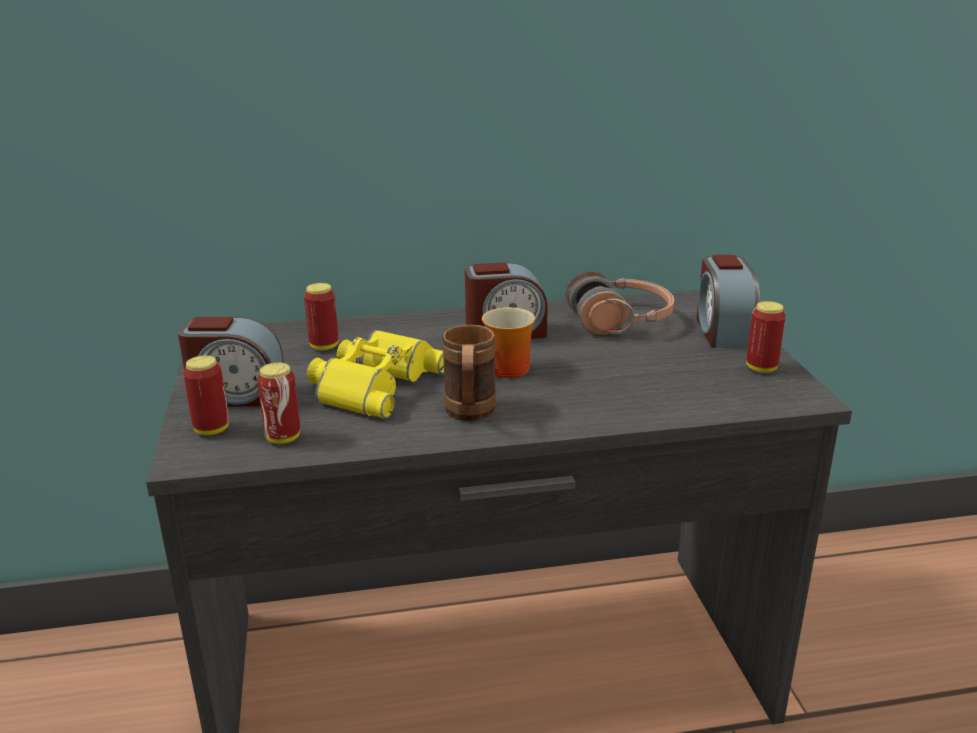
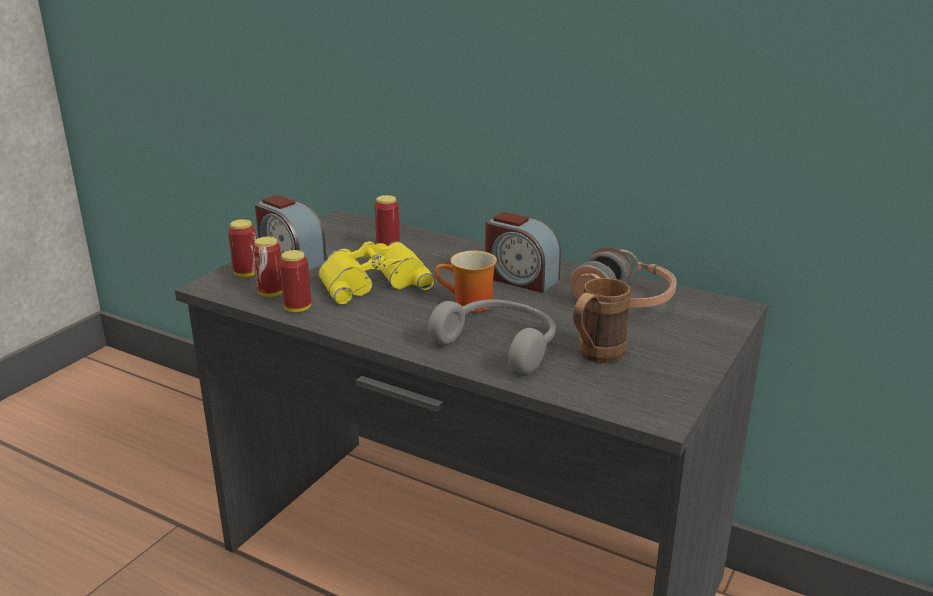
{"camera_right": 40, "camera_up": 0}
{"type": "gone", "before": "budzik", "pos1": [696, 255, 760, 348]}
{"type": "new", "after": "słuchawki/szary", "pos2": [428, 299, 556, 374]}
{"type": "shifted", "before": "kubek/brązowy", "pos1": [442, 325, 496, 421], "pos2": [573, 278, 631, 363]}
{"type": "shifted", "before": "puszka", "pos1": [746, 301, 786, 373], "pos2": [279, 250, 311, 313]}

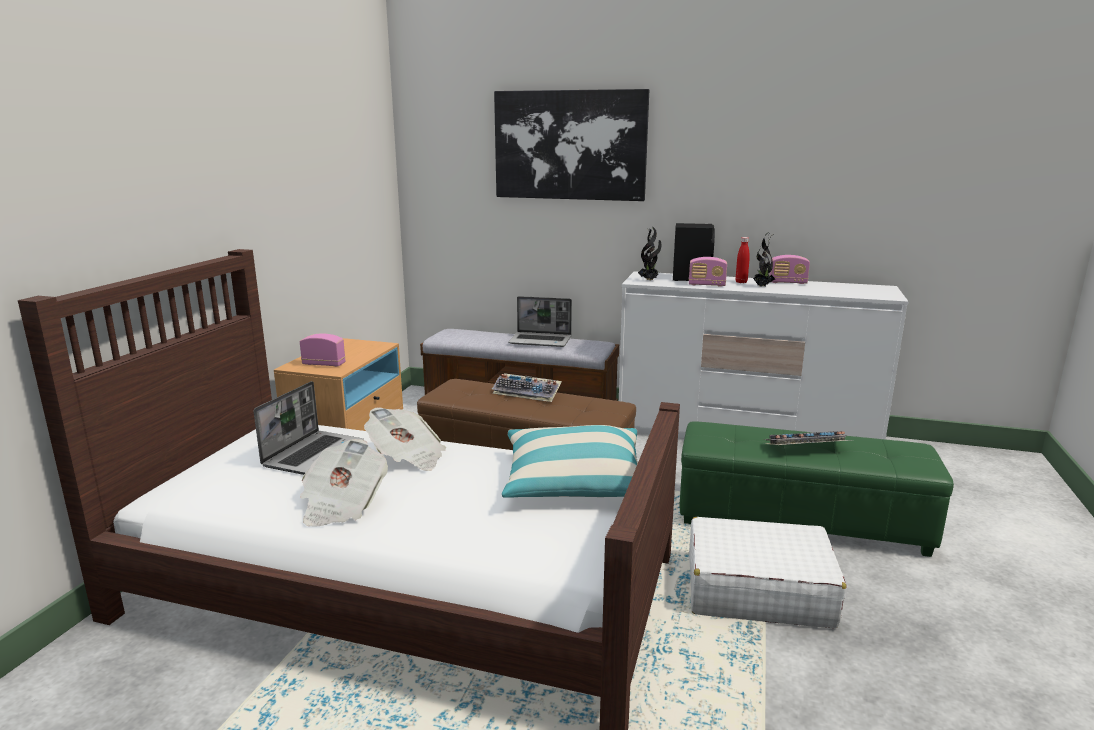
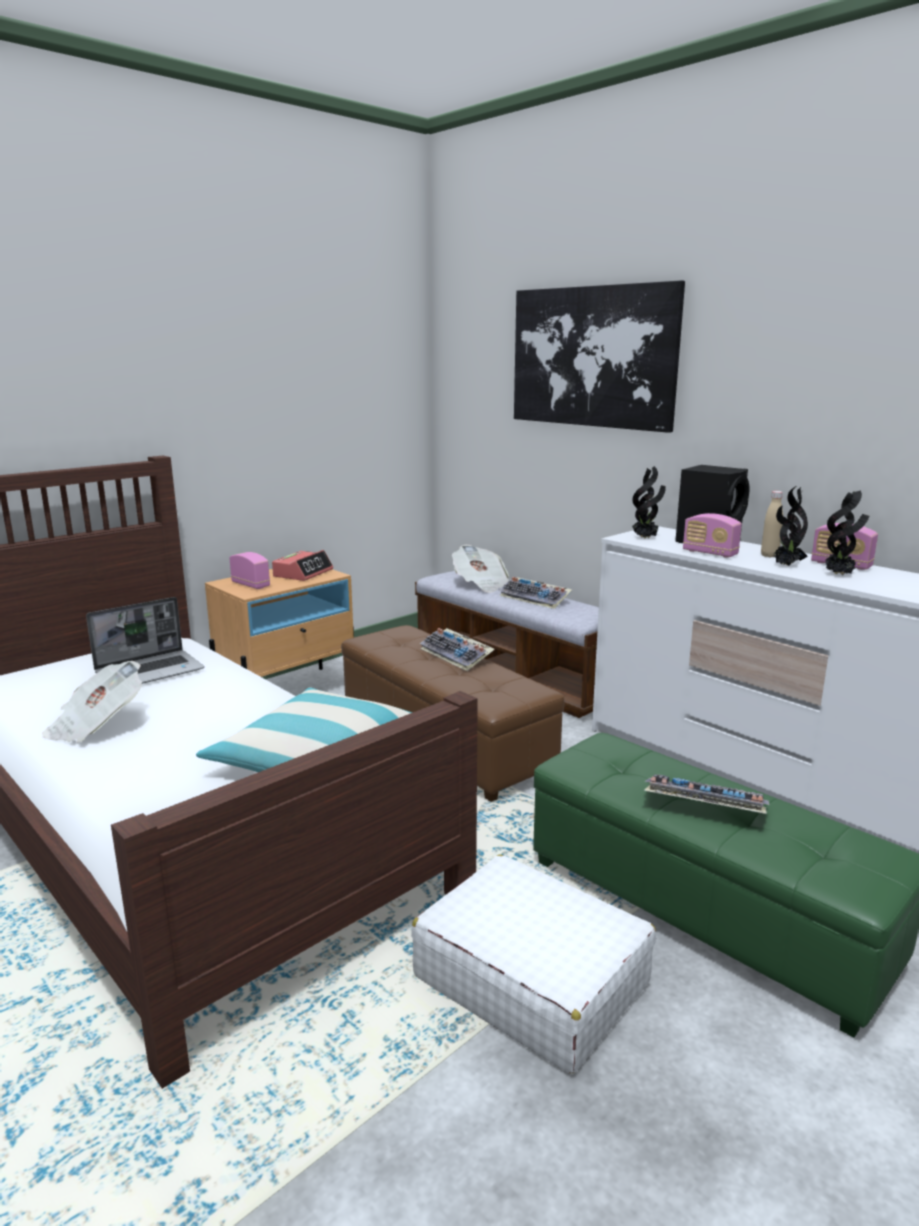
{"camera_right": 30, "camera_up": 0}
{"type": "new", "after": "budzik", "pos2": [272, 550, 333, 581]}
{"type": "new", "after": "roślina doniczkowa", "pos2": [825, 490, 869, 576]}
{"type": "shifted", "before": "gazeta", "pos1": [364, 407, 446, 471], "pos2": [452, 545, 509, 593]}
{"type": "swapped", "before": "laptop", "after": "klawiatura", "pos1": [508, 296, 572, 347], "pos2": [499, 577, 572, 609]}
{"type": "repainted", "before": "butelka/czerwony", "after": "butelka/beżowy", "pos1": [735, 237, 750, 283], "pos2": [761, 491, 783, 557]}

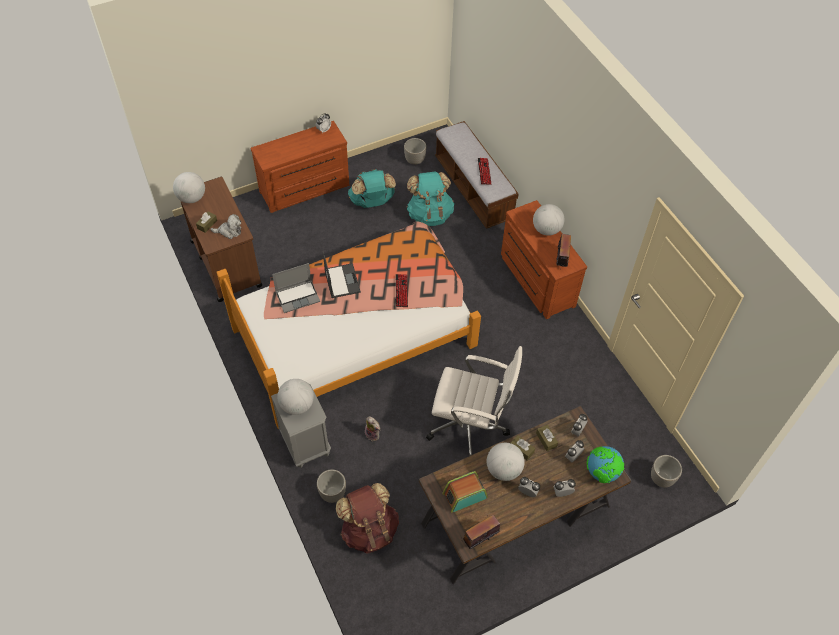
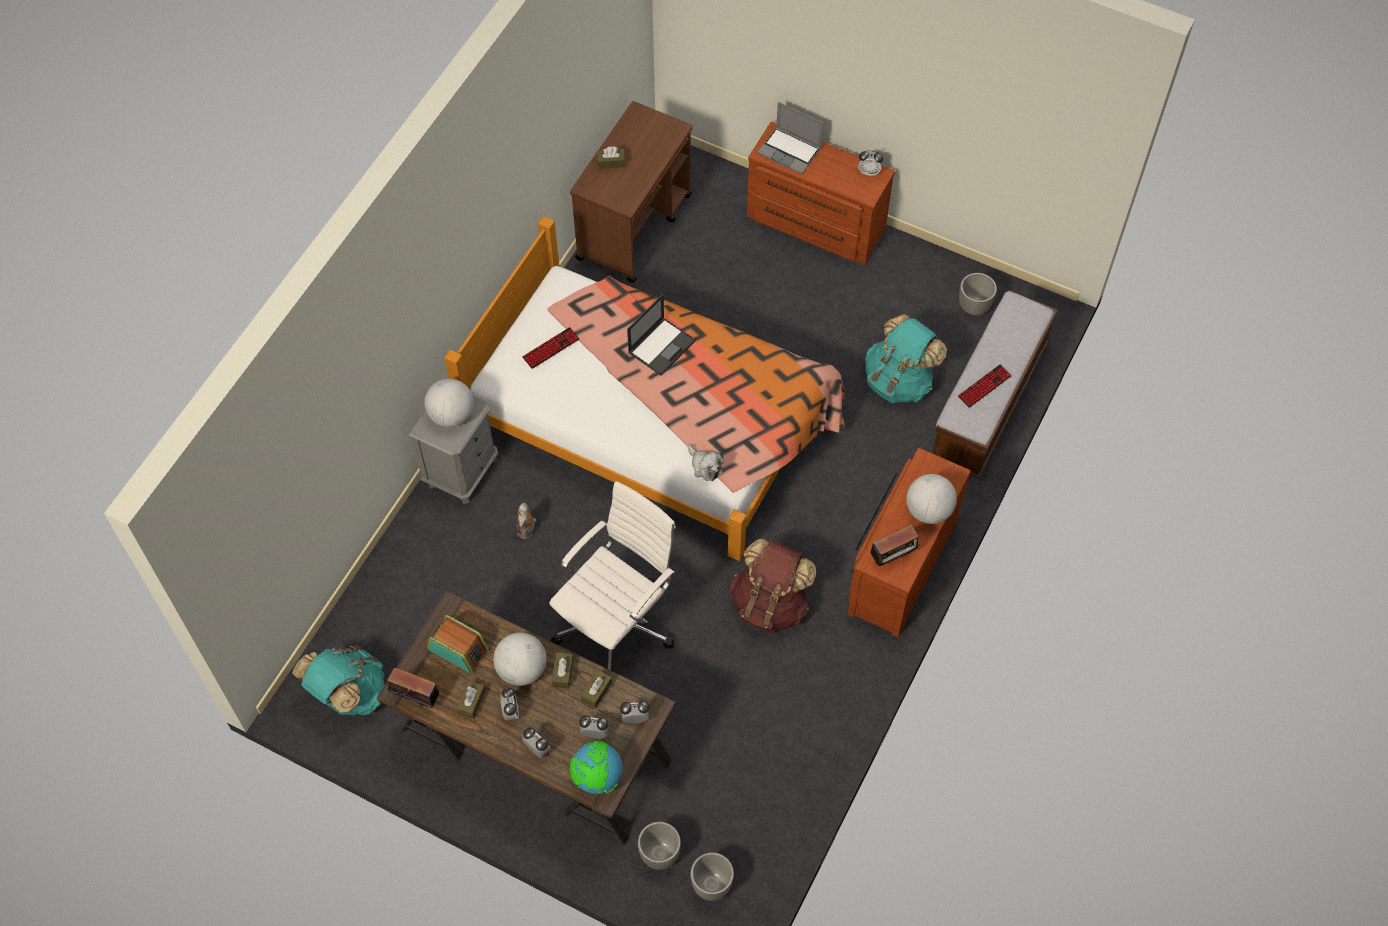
{"camera_right": 55, "camera_up": 5}
{"type": "gone", "before": "globus", "pos1": [173, 172, 205, 203]}
{"type": "new", "after": "pudełko chusteczek/brązowy", "pos2": [456, 681, 485, 719]}
{"type": "shifted", "before": "pluszak", "pos1": [210, 214, 241, 239], "pos2": [688, 444, 724, 481]}
{"type": "shifted", "before": "laptop", "pos1": [272, 263, 320, 313], "pos2": [757, 102, 823, 174]}
{"type": "shifted", "before": "donica", "pos1": [317, 469, 346, 503], "pos2": [638, 822, 681, 870]}
{"type": "shifted", "before": "plecak/brązowy", "pos1": [336, 483, 399, 554], "pos2": [730, 539, 816, 633]}
{"type": "shifted", "before": "plecak/turkusowy", "pos1": [348, 169, 396, 208], "pos2": [292, 645, 385, 715]}
{"type": "shifted", "before": "klawiatura", "pos1": [396, 274, 408, 307], "pos2": [522, 327, 579, 369]}
{"type": "rotated", "before": "krzesło biurowe/biały", "pos1": [426, 346, 522, 456], "pos2": [549, 481, 676, 670], "turn": -120}

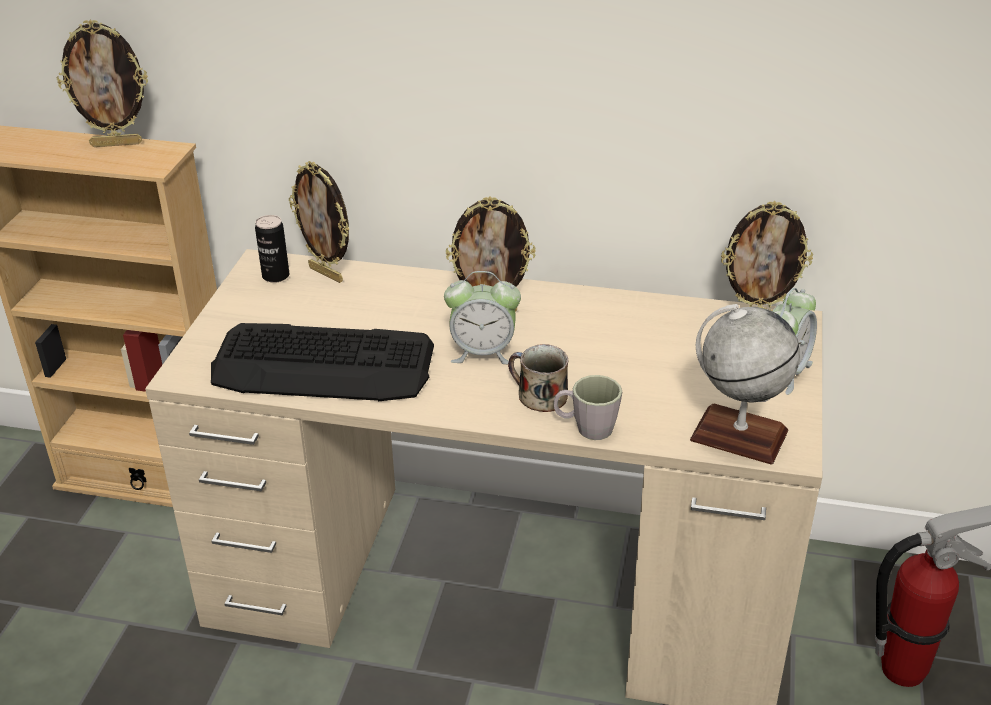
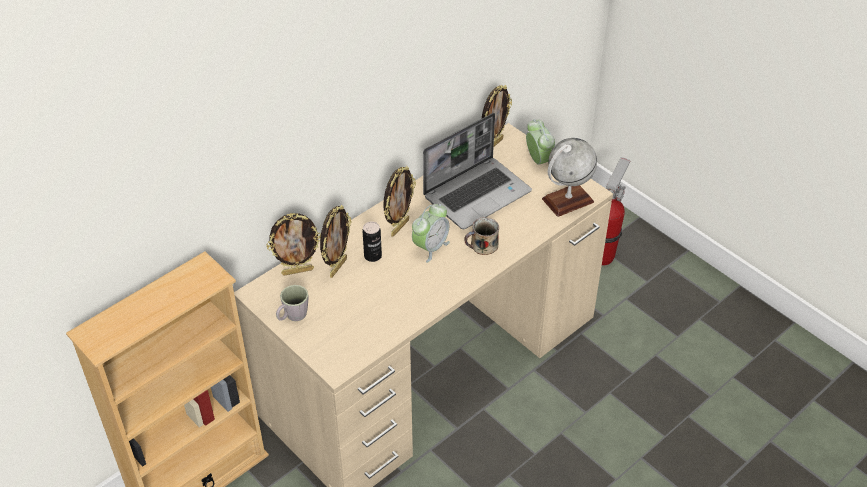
{"camera_right": -55, "camera_up": 10}
{"type": "gone", "before": "klawiatura", "pos1": [211, 323, 434, 401]}
{"type": "new", "after": "laptop", "pos2": [423, 113, 532, 229]}
{"type": "shifted", "before": "ramka na zdjęcie", "pos1": [57, 19, 148, 147], "pos2": [320, 205, 352, 278]}
{"type": "shifted", "before": "puszka", "pos1": [255, 215, 290, 283], "pos2": [362, 221, 382, 262]}
{"type": "shifted", "before": "kubek/szary", "pos1": [553, 375, 622, 440], "pos2": [276, 285, 308, 321]}

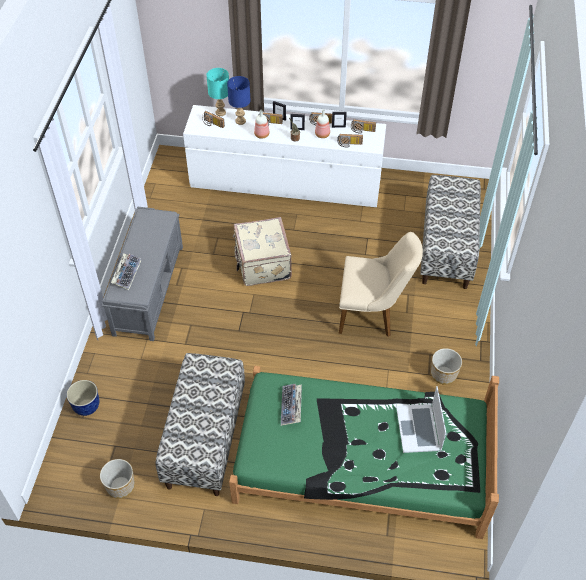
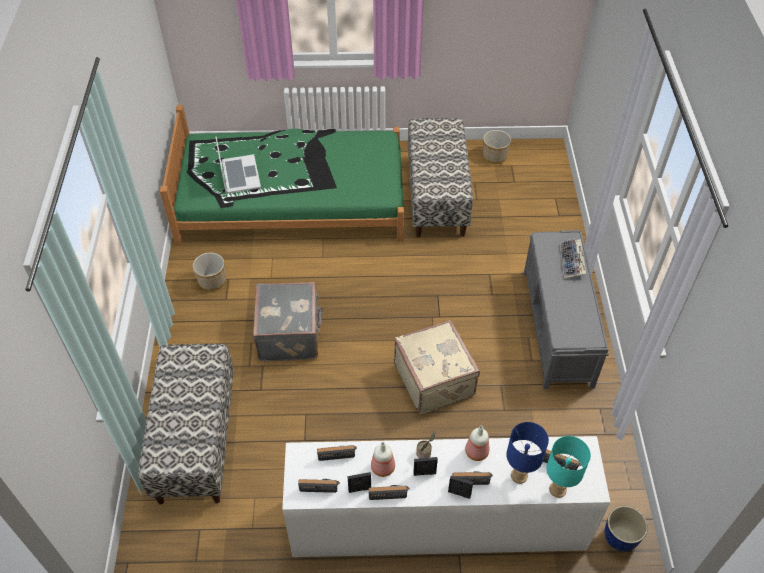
{"camera_right": 170, "camera_up": 0}
{"type": "gone", "before": "klawiatura", "pos1": [281, 384, 302, 426]}
{"type": "shifted", "before": "donica", "pos1": [66, 380, 99, 416], "pos2": [605, 506, 648, 551]}
{"type": "swapped", "before": "krzesło/beżowy", "after": "walizka/szary", "pos1": [339, 232, 423, 337], "pos2": [253, 282, 323, 361]}

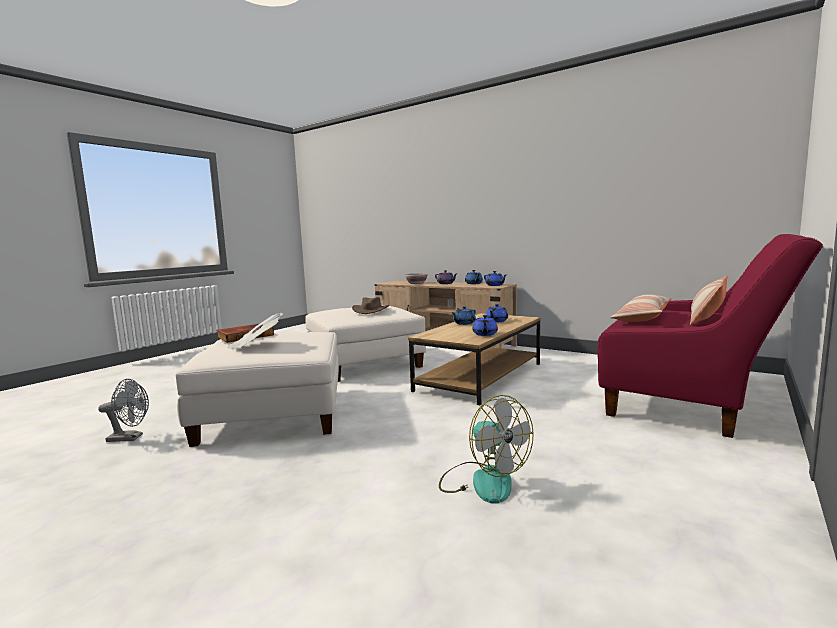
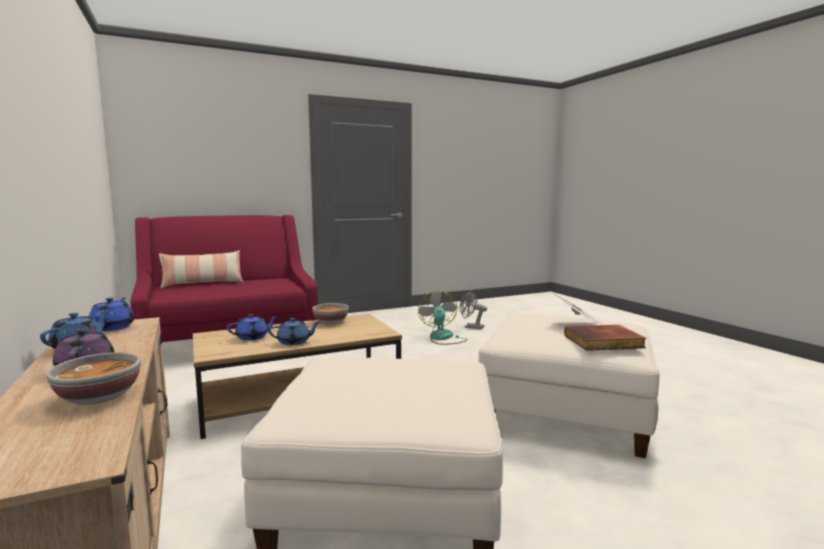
{"camera_right": -150, "camera_up": 0}
{"type": "gone", "before": "kapelusz/brązowy", "pos1": [352, 297, 390, 314]}
{"type": "gone", "before": "poduszka", "pos1": [610, 294, 672, 322]}
{"type": "shifted", "before": "wentylator/szary", "pos1": [98, 379, 149, 442], "pos2": [460, 290, 487, 330]}
{"type": "swapped", "before": "imbryk/niebieski", "after": "miska", "pos1": [472, 315, 498, 336], "pos2": [312, 303, 349, 324]}

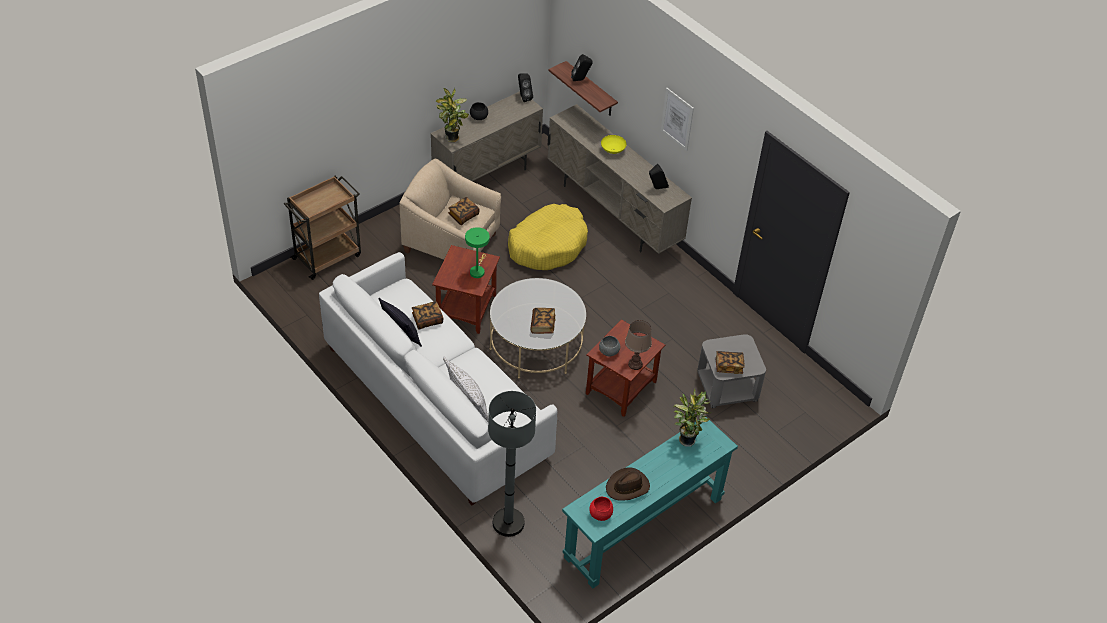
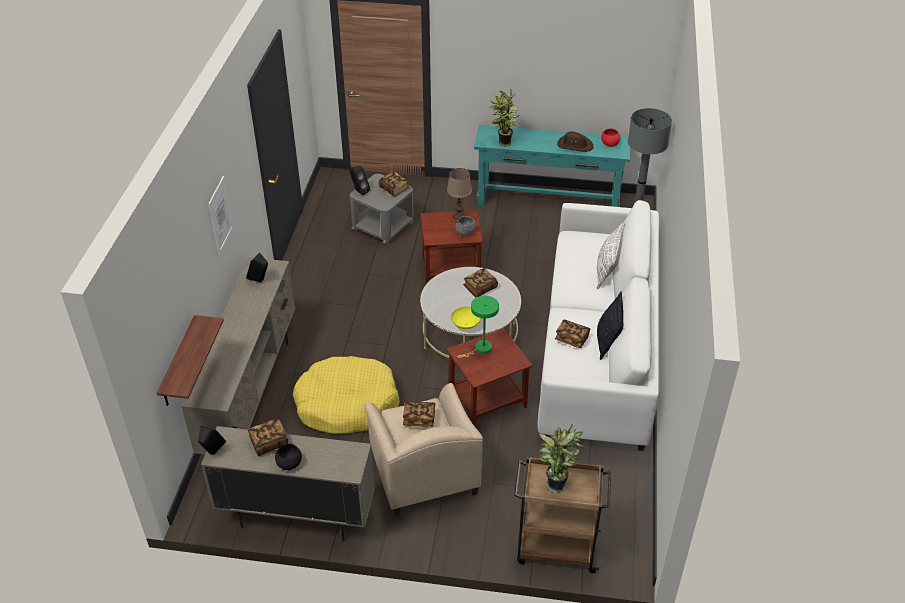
{"camera_right": -130, "camera_up": -5}
{"type": "new", "after": "książka", "pos2": [248, 418, 288, 456]}
{"type": "shifted", "before": "roślina doniczkowa", "pos1": [436, 88, 469, 142], "pos2": [539, 424, 586, 492]}
{"type": "shifted", "before": "głośnik/czarny", "pos1": [571, 54, 593, 81], "pos2": [349, 165, 370, 195]}
{"type": "shifted", "before": "miska/żółty", "pos1": [601, 135, 627, 154], "pos2": [451, 307, 481, 329]}

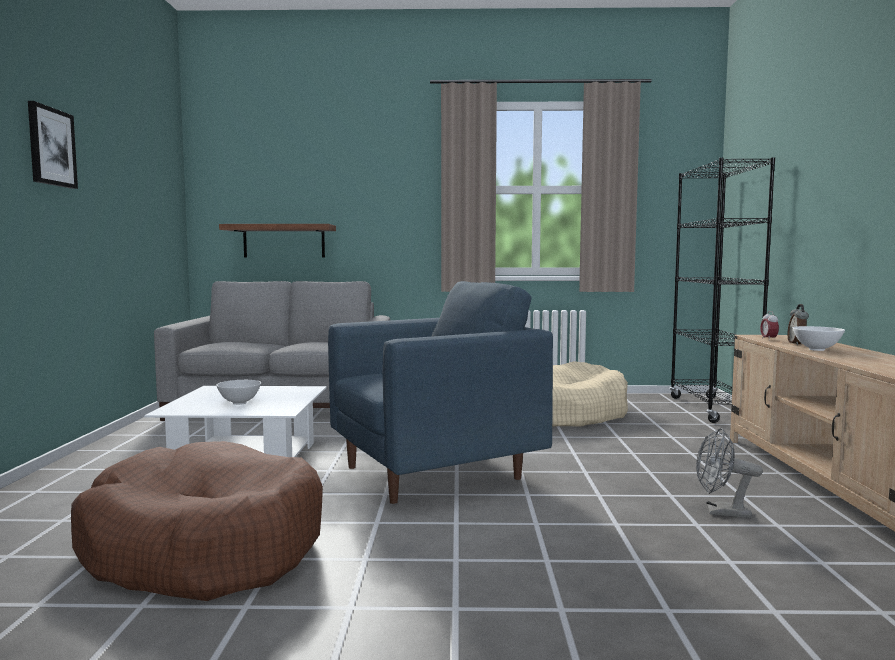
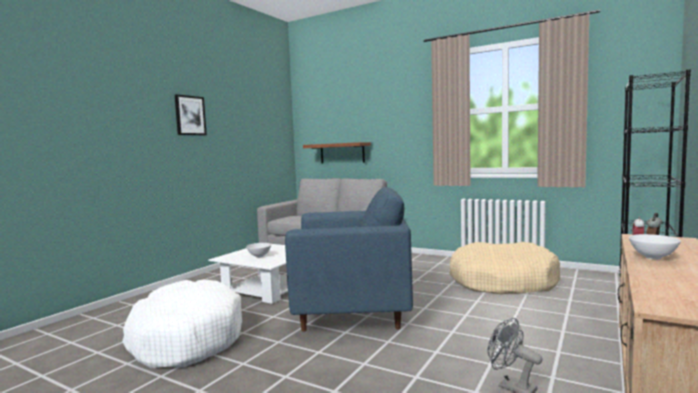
{"camera_right": 30, "camera_up": 0}
{"type": "repainted", "before": "legowisko/brązowy", "after": "legowisko/biały", "pos1": [71, 441, 323, 601], "pos2": [122, 280, 242, 369]}

